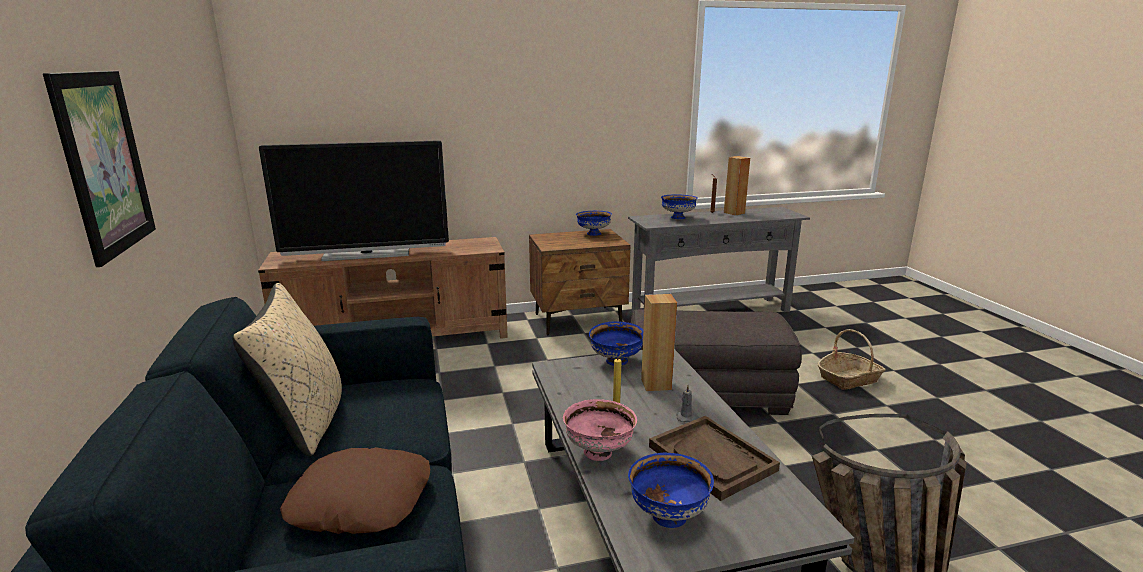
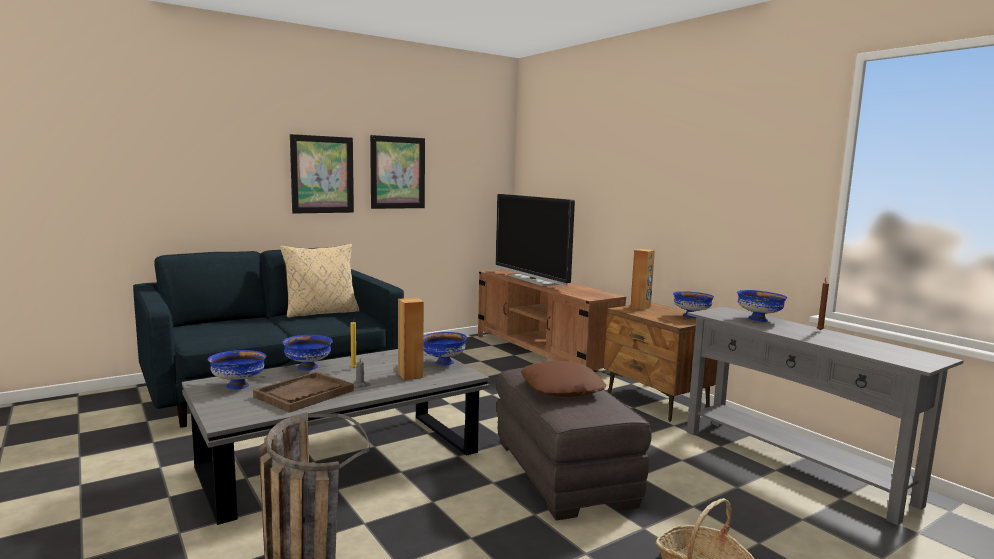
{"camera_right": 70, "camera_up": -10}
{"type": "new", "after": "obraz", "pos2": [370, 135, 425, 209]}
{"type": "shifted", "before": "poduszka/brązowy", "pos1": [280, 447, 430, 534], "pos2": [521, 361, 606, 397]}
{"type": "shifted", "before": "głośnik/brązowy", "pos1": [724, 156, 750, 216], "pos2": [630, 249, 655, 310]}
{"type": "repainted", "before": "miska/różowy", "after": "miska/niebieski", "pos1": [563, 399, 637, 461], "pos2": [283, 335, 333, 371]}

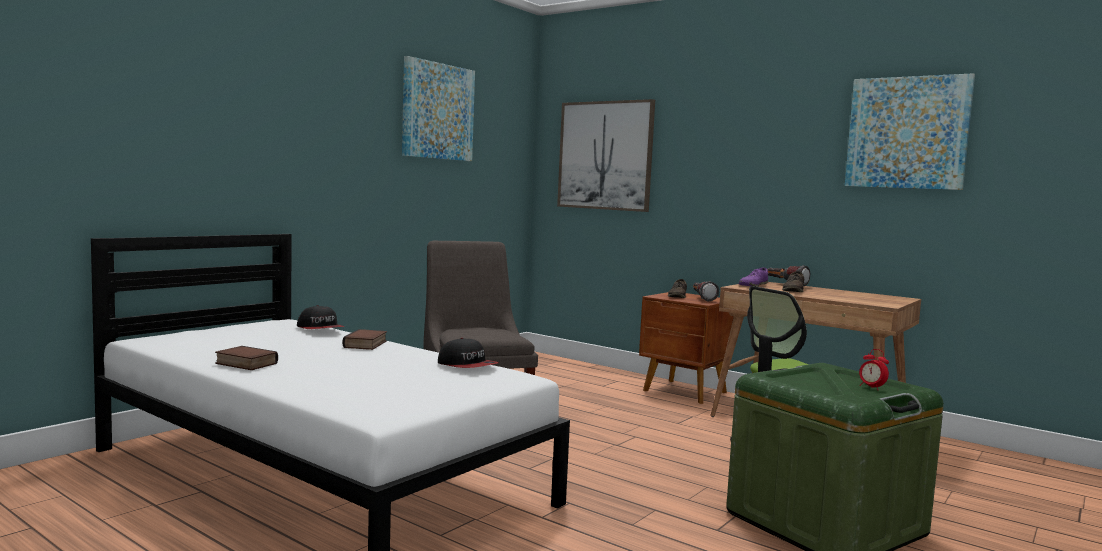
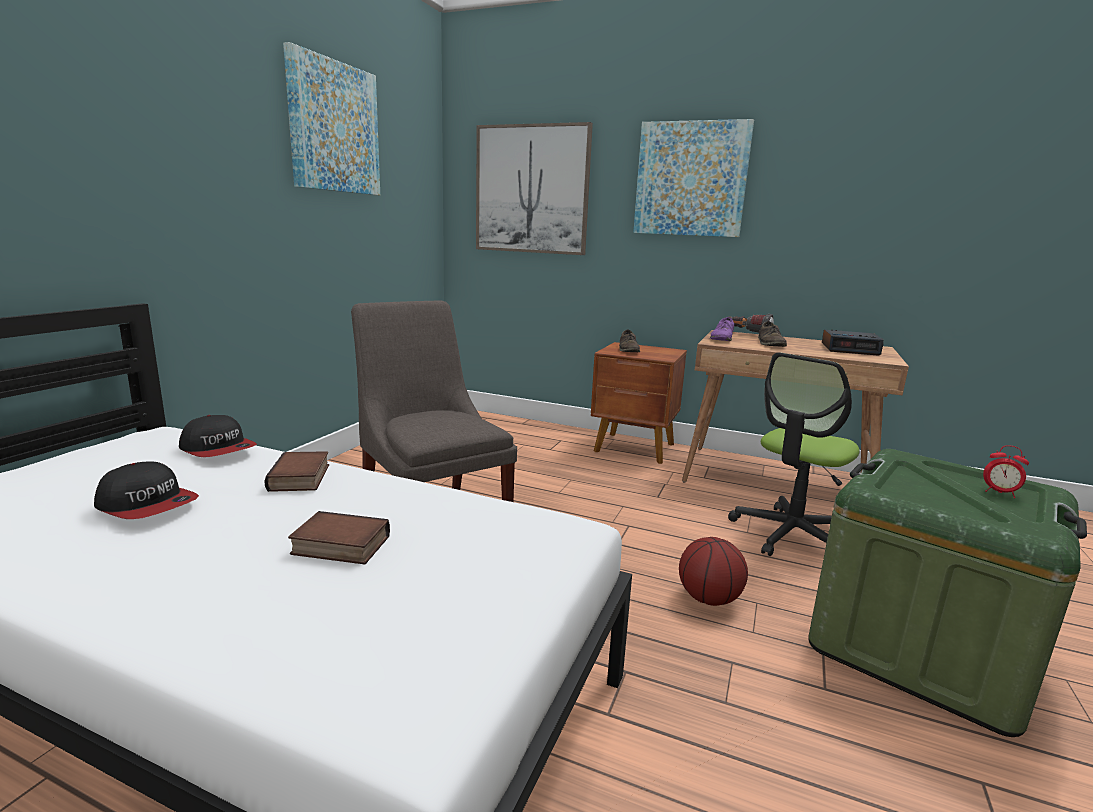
{"camera_right": -15, "camera_up": 10}
{"type": "gone", "before": "latarka", "pos1": [693, 281, 719, 302]}
{"type": "new", "after": "piłka do koszykówki", "pos2": [679, 537, 748, 606]}
{"type": "new", "after": "budzik", "pos2": [822, 330, 884, 356]}
{"type": "shifted", "before": "książka", "pos1": [215, 346, 278, 370], "pos2": [288, 511, 390, 565]}
{"type": "shifted", "before": "czapka z daszkiem", "pos1": [438, 338, 499, 368], "pos2": [94, 461, 199, 519]}
{"type": "shifted", "before": "obraz", "pos1": [845, 73, 975, 190], "pos2": [633, 119, 754, 237]}

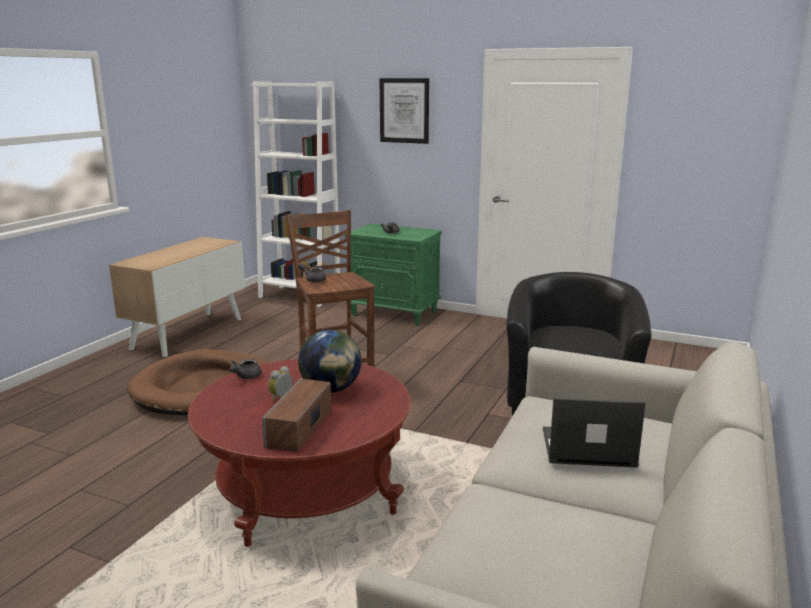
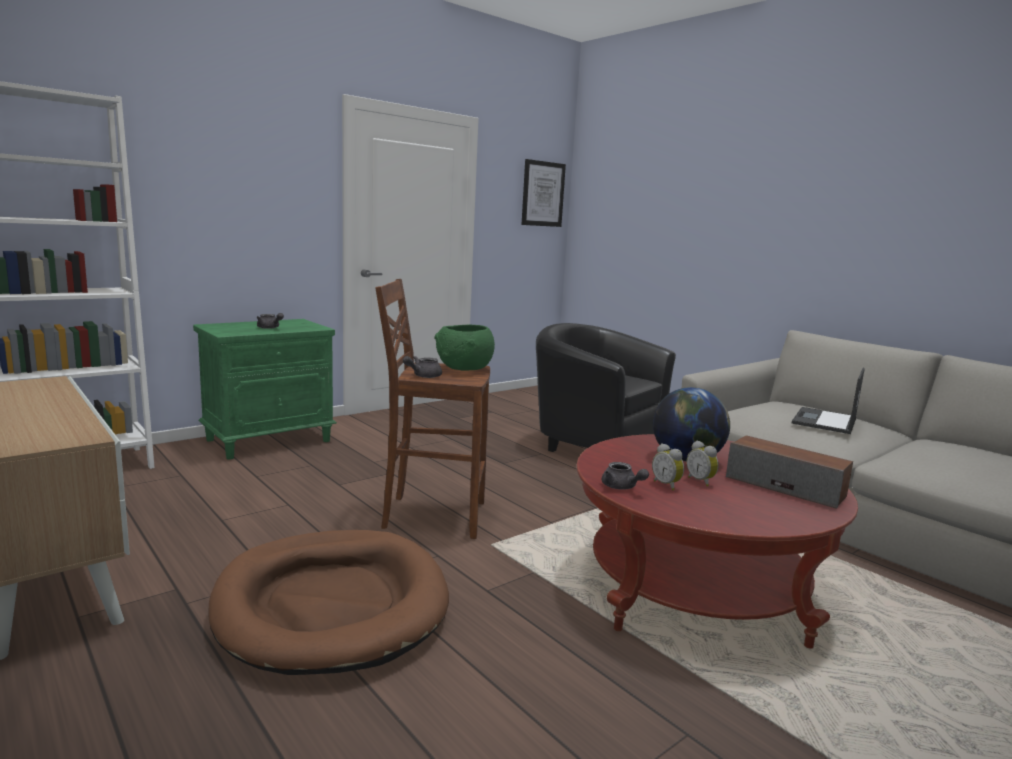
{"camera_right": -65, "camera_up": -5}
{"type": "new", "after": "miska/zielony", "pos2": [434, 325, 495, 371]}
{"type": "new", "after": "budzik", "pos2": [652, 443, 684, 490]}
{"type": "shifted", "before": "obraz", "pos1": [380, 78, 429, 144], "pos2": [522, 159, 566, 227]}

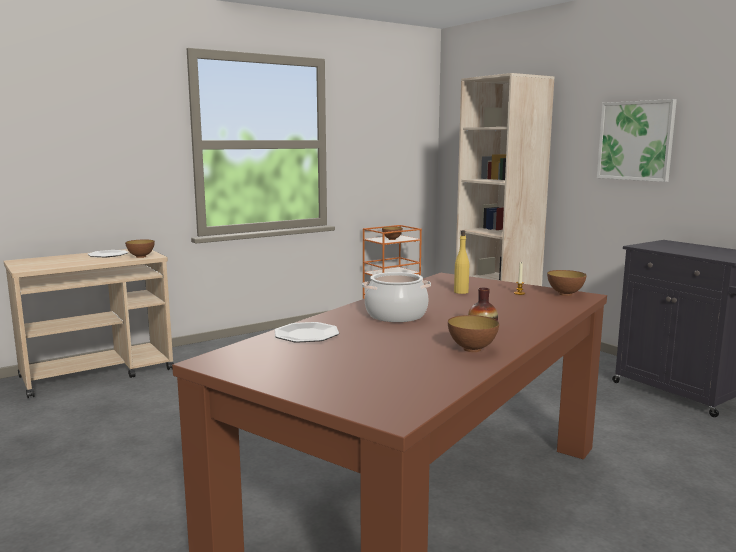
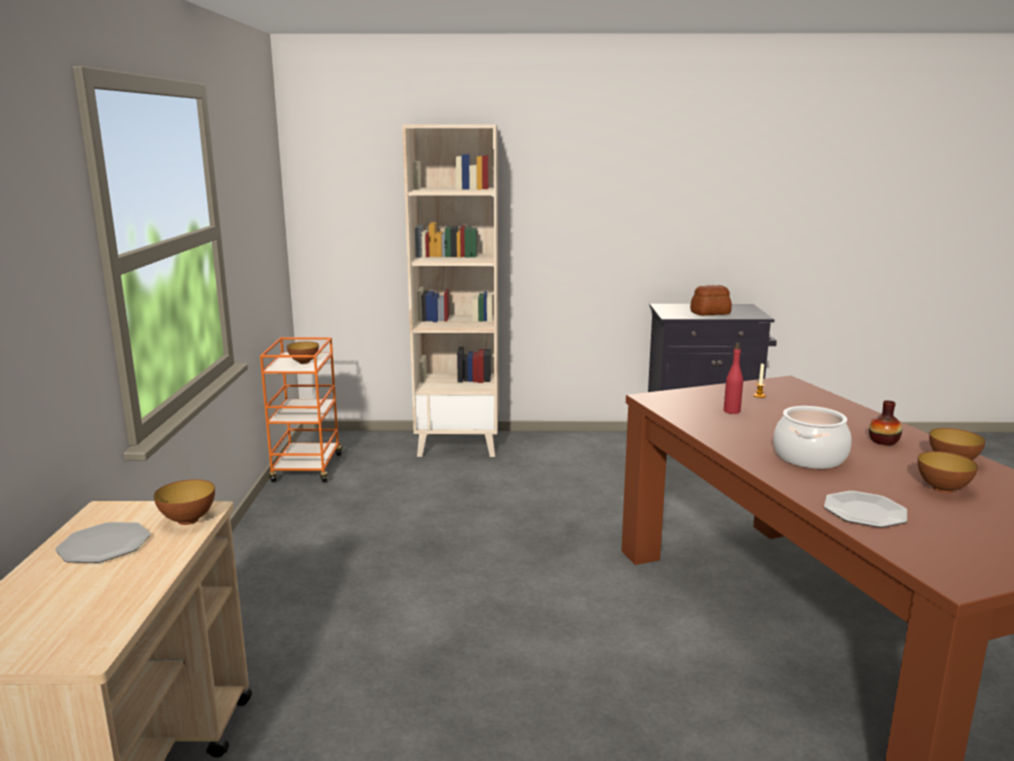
{"camera_right": -55, "camera_up": 5}
{"type": "gone", "before": "obraz", "pos1": [597, 99, 677, 182]}
{"type": "new", "after": "chleb", "pos2": [690, 285, 732, 316]}
{"type": "shifted", "before": "miska", "pos1": [547, 270, 587, 296], "pos2": [917, 451, 978, 493]}
{"type": "repainted", "before": "butelka/żółty", "after": "butelka/czerwony", "pos1": [454, 230, 469, 294], "pos2": [724, 343, 743, 414]}

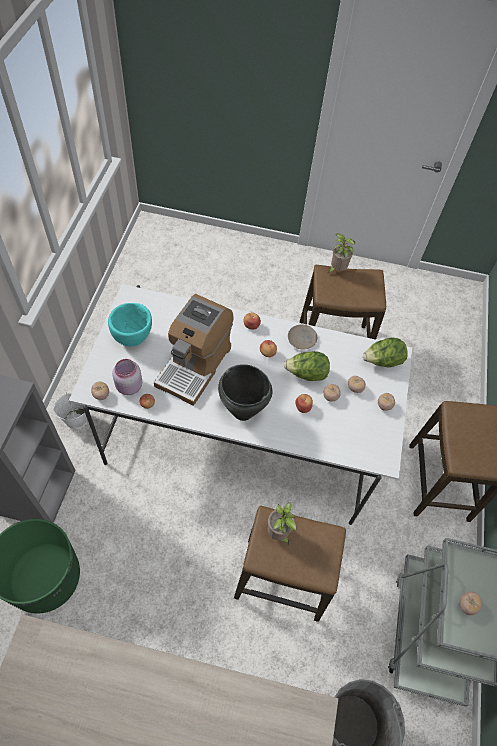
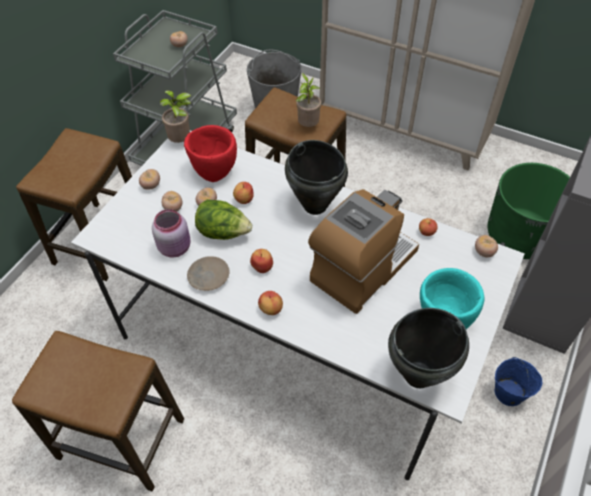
{"camera_right": -160, "camera_up": -5}
{"type": "gone", "before": "sałata", "pos1": [363, 338, 408, 367]}
{"type": "new", "after": "miska/czerwony", "pos2": [184, 125, 237, 182]}
{"type": "new", "after": "garnek/czarny", "pos2": [388, 308, 469, 388]}
{"type": "shifted", "before": "słoik/różowy", "pos1": [112, 359, 142, 395], "pos2": [152, 209, 191, 258]}
{"type": "shifted", "before": "roślina doniczkowa", "pos1": [328, 233, 355, 273], "pos2": [160, 90, 191, 143]}
{"type": "repainted", "before": "wiadro/biały", "after": "wiadro/niebieski", "pos1": [54, 392, 87, 429], "pos2": [495, 357, 542, 406]}

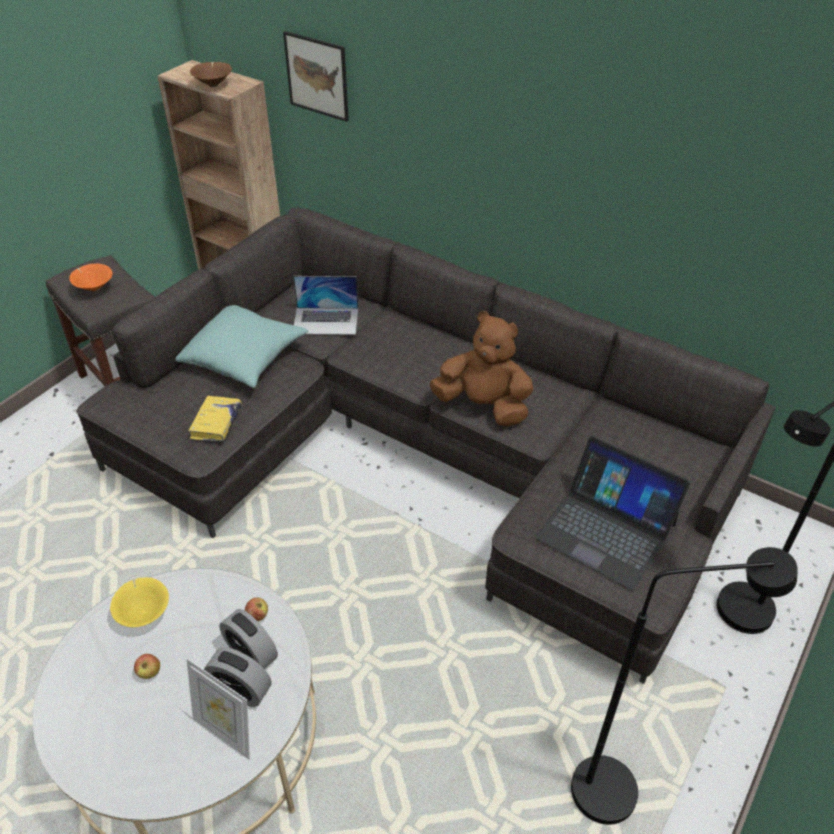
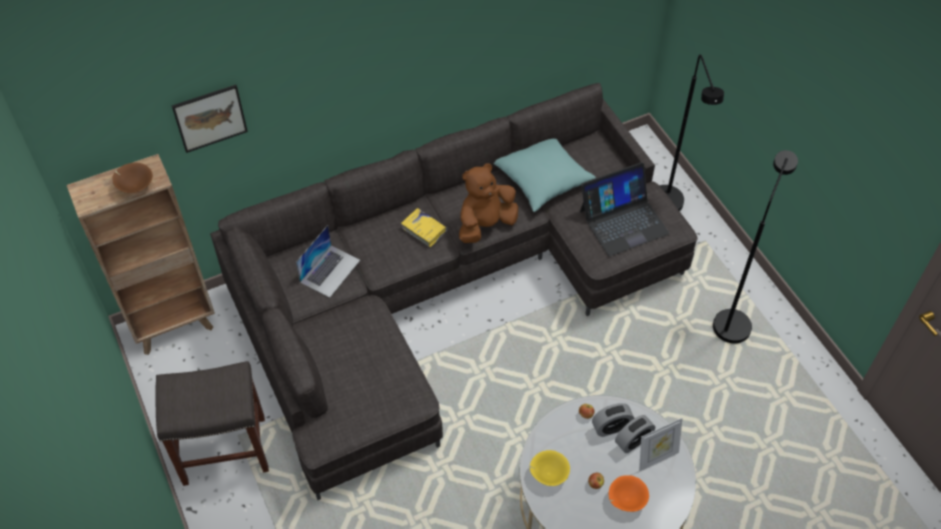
{"camera_right": -60, "camera_up": 10}
{"type": "shifted", "before": "miska/pomarańczowy", "pos1": [69, 264, 112, 291], "pos2": [609, 475, 649, 512]}
{"type": "shifted", "before": "poduszka/turkusowy", "pos1": [175, 305, 308, 388], "pos2": [494, 139, 596, 212]}
{"type": "shifted", "before": "książka/żółty", "pos1": [188, 396, 242, 441], "pos2": [401, 208, 447, 247]}

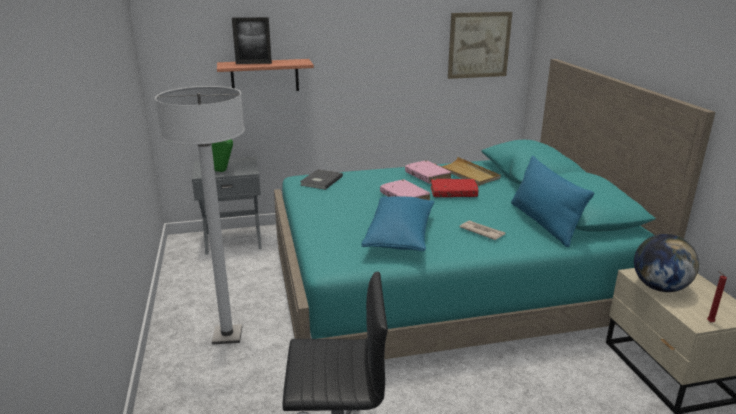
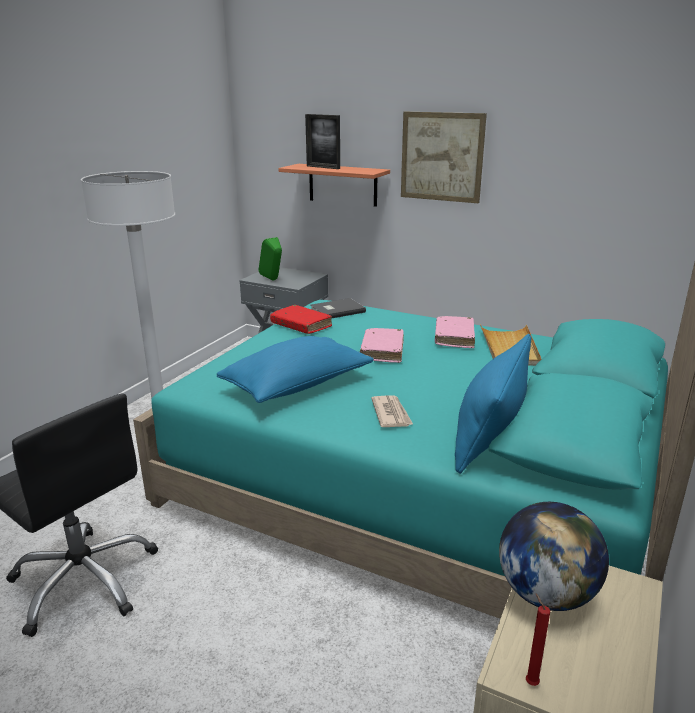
{"camera_right": 40, "camera_up": 0}
{"type": "shifted", "before": "książka/czerwony", "pos1": [431, 179, 479, 197], "pos2": [270, 305, 332, 334]}
{"type": "shifted", "before": "obraz", "pos1": [448, 12, 512, 79], "pos2": [401, 112, 487, 203]}

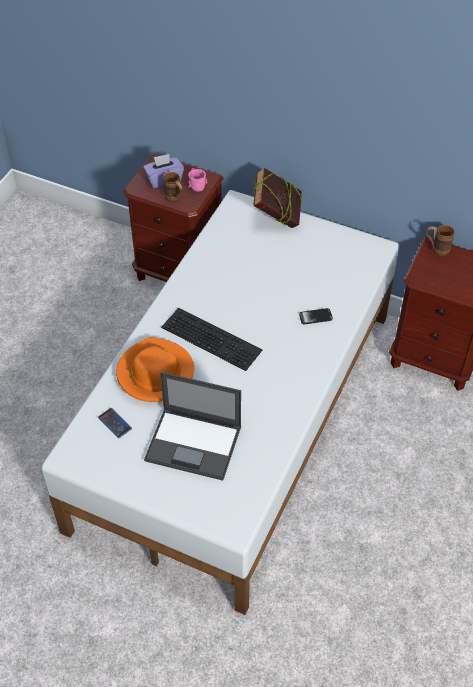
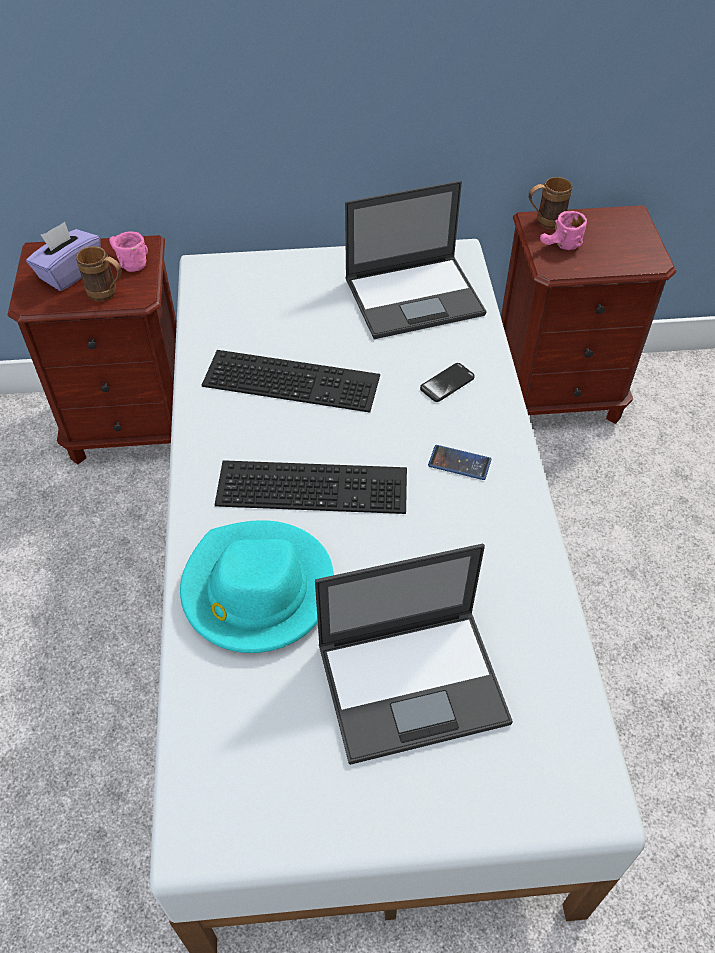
{"camera_right": -30, "camera_up": 0}
{"type": "gone", "before": "książka", "pos1": [253, 168, 303, 228]}
{"type": "new", "after": "klawiatura", "pos2": [202, 350, 380, 413]}
{"type": "new", "after": "laptop", "pos2": [345, 181, 487, 339]}
{"type": "new", "after": "kubek/różowy", "pos2": [540, 211, 587, 250]}
{"type": "shifted", "before": "telefon", "pos1": [98, 408, 132, 438], "pos2": [428, 445, 491, 480]}
{"type": "repainted", "before": "kapelusz/pomarańczowy", "after": "kapelusz/turkusowy", "pos1": [116, 337, 194, 402], "pos2": [180, 520, 334, 653]}

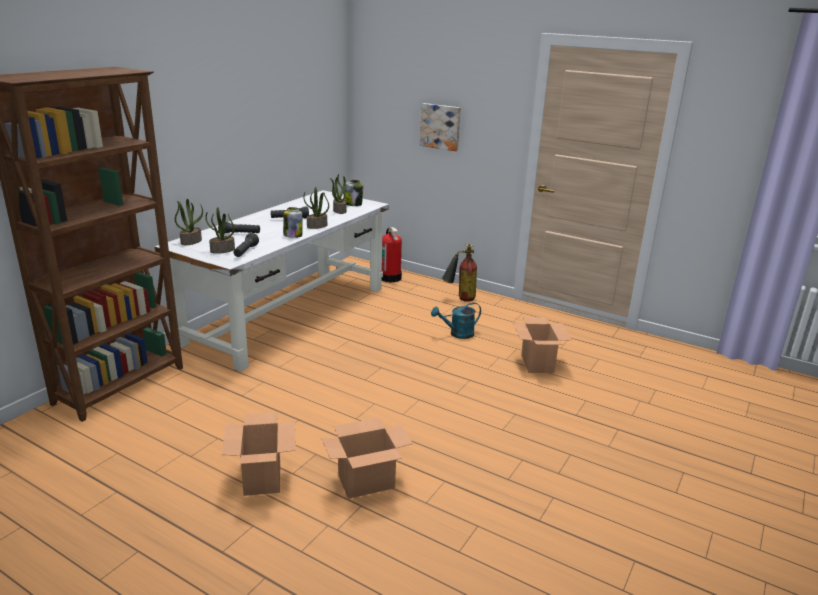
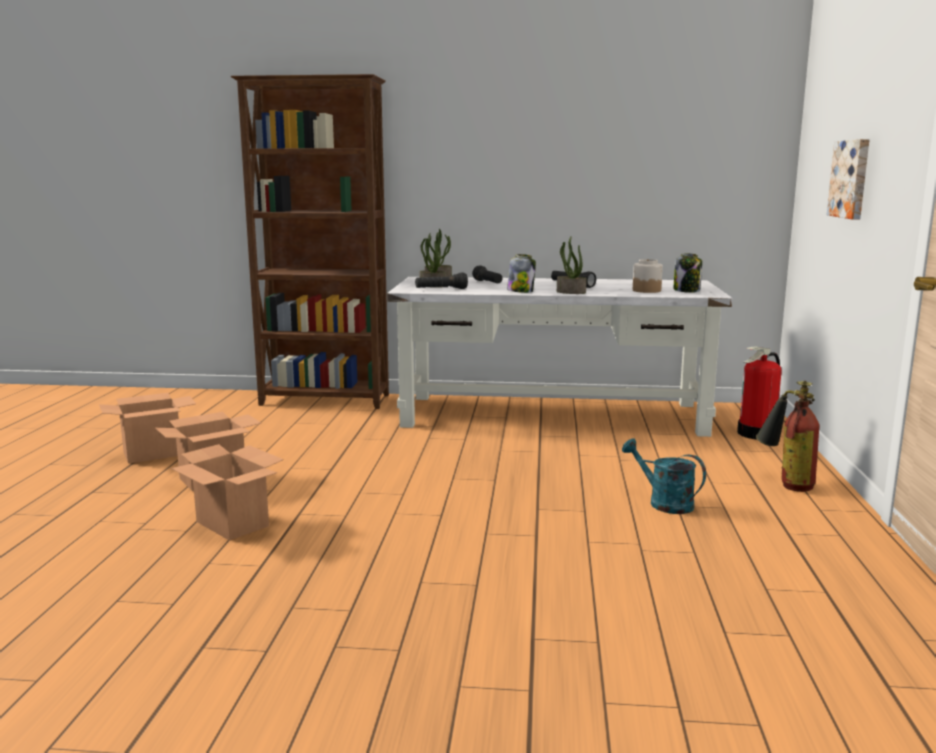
{"camera_right": 65, "camera_up": -10}
{"type": "shifted", "before": "karton", "pos1": [513, 317, 572, 373], "pos2": [99, 393, 196, 464]}
{"type": "swapped", "before": "roślina doniczkowa", "after": "słoik", "pos1": [330, 174, 347, 214], "pos2": [633, 259, 663, 293]}

